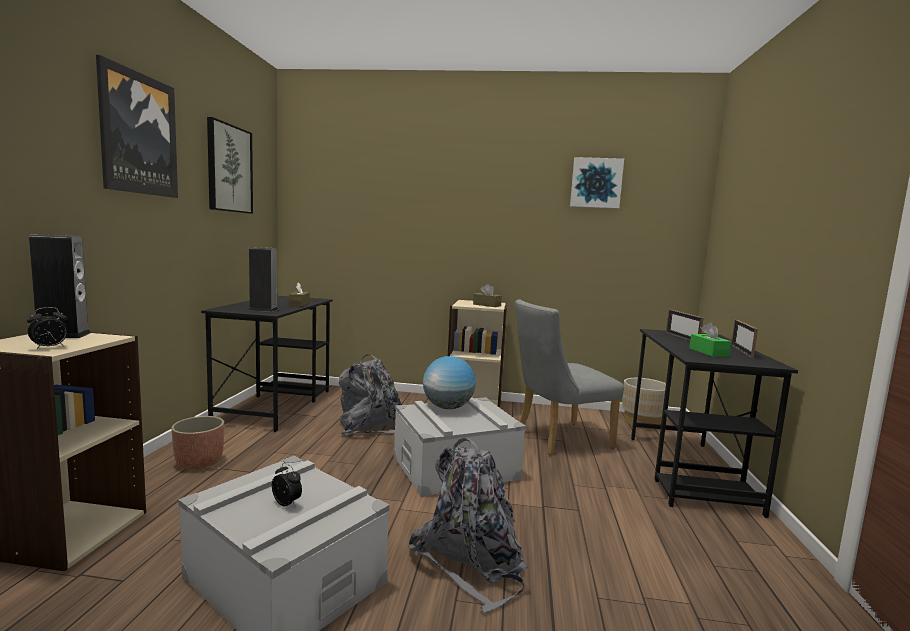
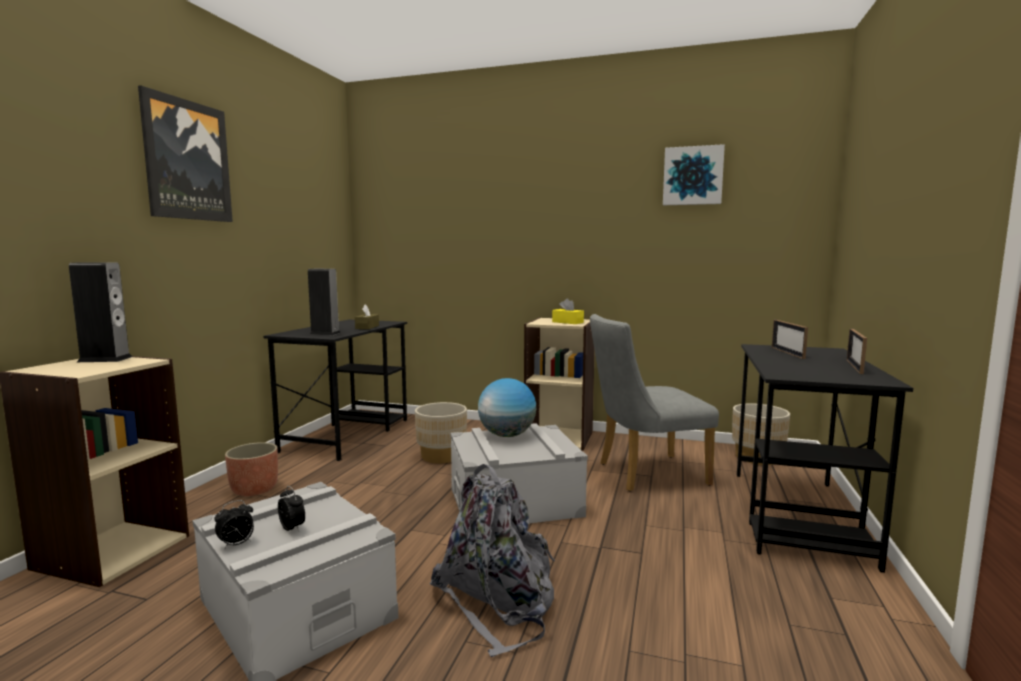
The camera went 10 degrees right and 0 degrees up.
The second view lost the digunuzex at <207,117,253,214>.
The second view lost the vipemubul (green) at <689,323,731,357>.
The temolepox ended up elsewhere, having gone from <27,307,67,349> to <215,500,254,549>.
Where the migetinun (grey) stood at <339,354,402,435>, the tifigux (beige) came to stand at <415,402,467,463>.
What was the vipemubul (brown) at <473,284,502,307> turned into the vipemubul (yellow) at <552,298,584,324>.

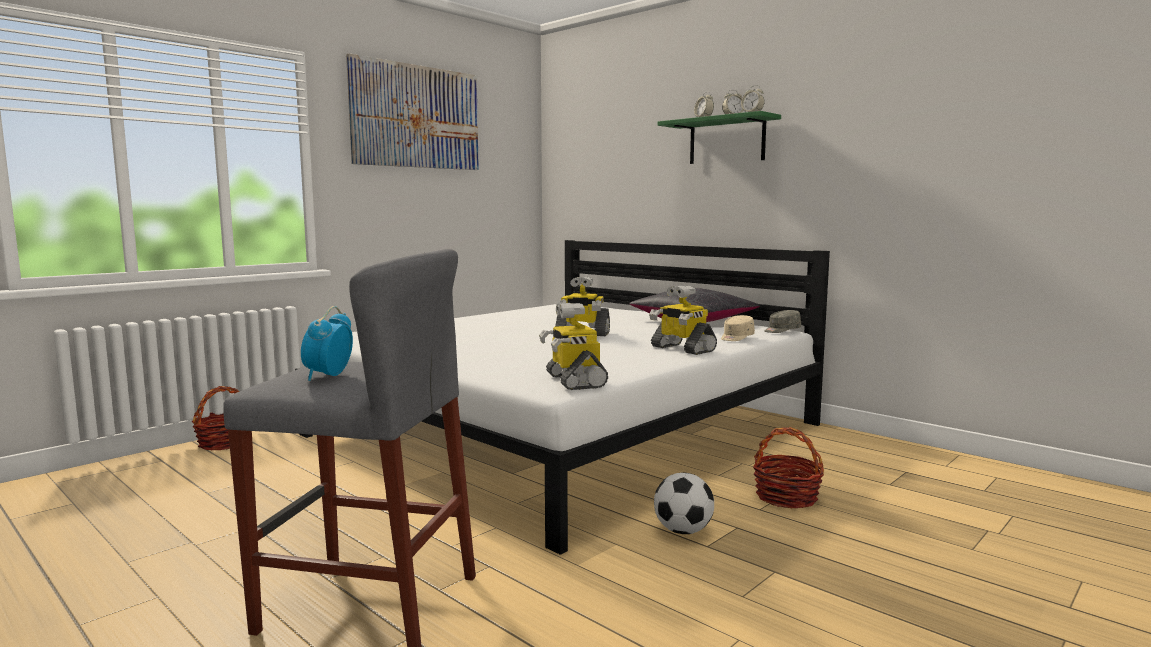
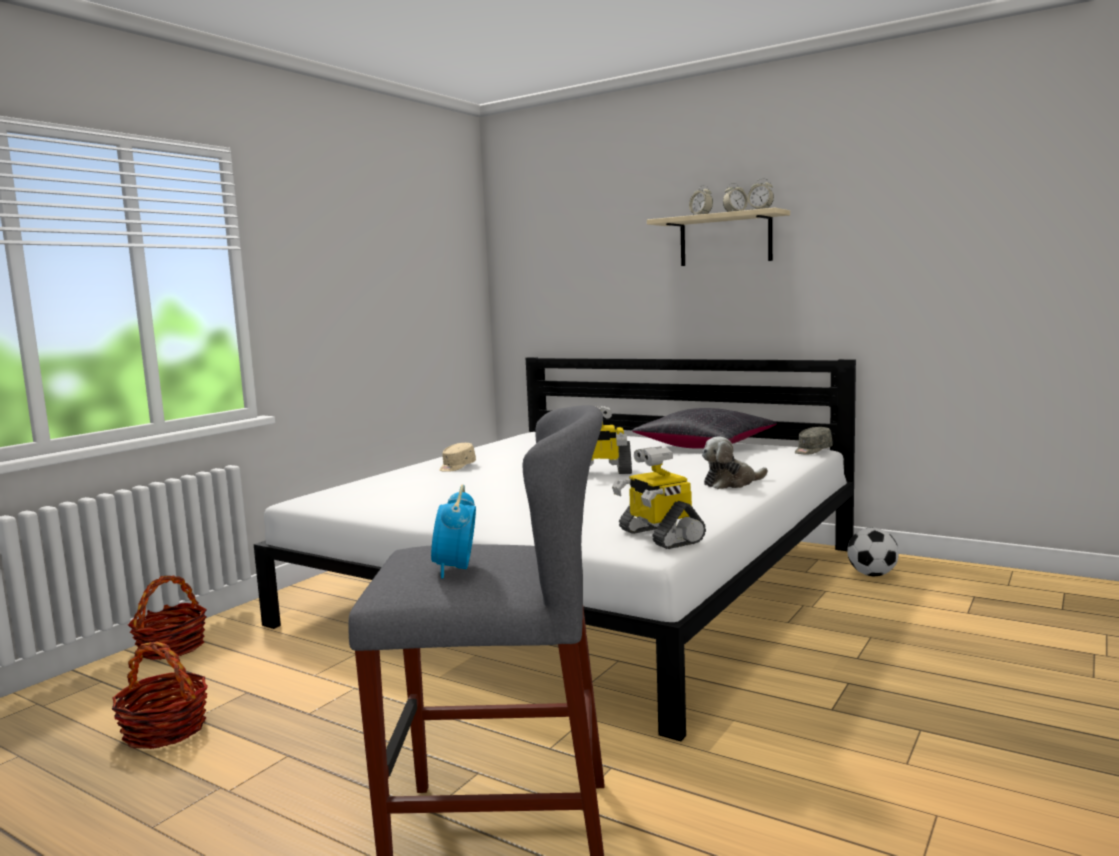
The camera went 10 degrees left and 0 degrees up.
The second view lost the digunuzex at <346,53,479,170>.
The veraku ended up elsewhere, having gone from <654,473,714,534> to <847,527,899,576>.
The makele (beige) ended up elsewhere, having gone from <721,315,755,341> to <439,443,476,472>.
The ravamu ended up elsewhere, having gone from <753,427,824,508> to <111,642,208,749>.
Where the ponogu stood at <649,285,717,355>, the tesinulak came to stand at <702,436,768,489>.
What was the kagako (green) at <658,111,781,164> turned into the kagako (beige) at <647,208,790,266>.

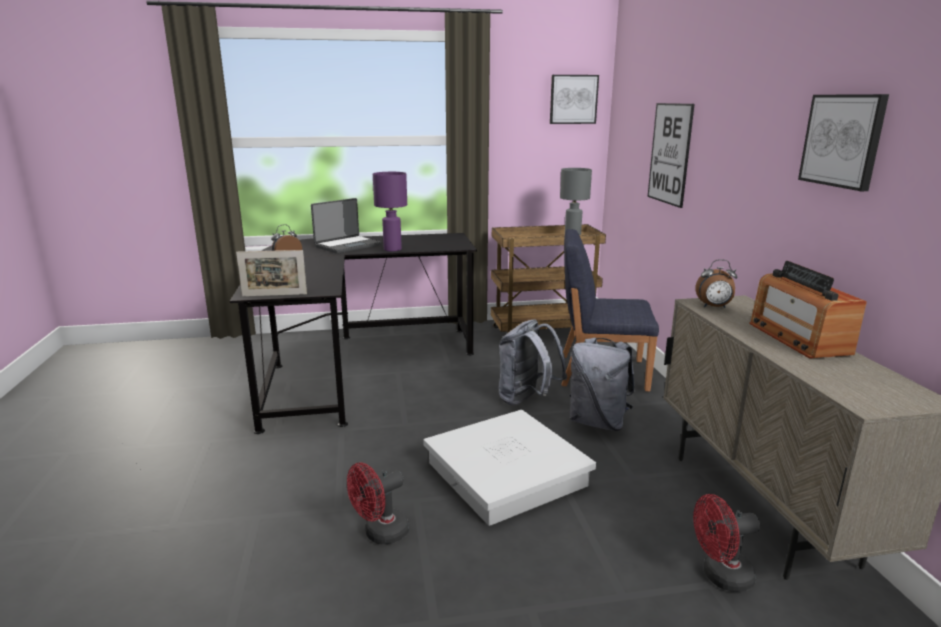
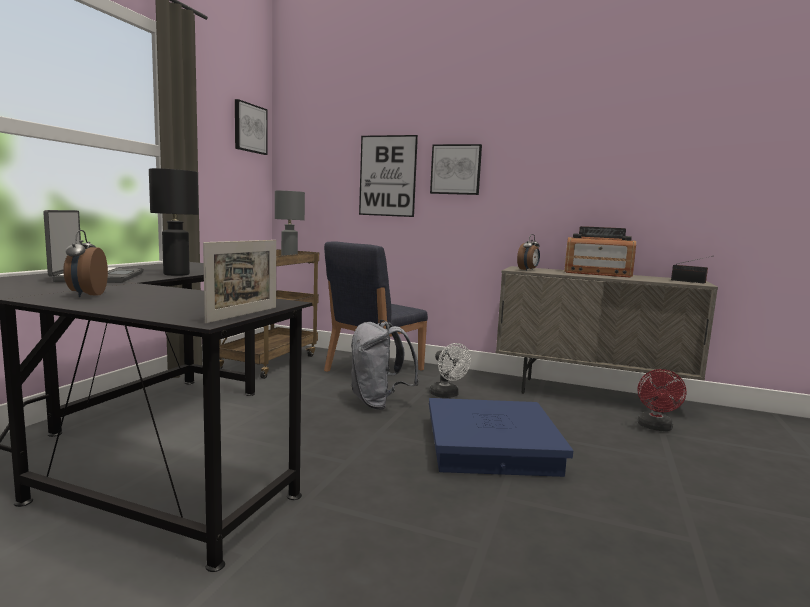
The camera went 60 degrees left and 10 degrees down.
The second view lost the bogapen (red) at <347,462,409,544>.
The second view gained the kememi at <671,256,712,283>.
The digunuzex ended up elsewhere, having gone from <798,94,889,191> to <430,144,482,195>.
Where the migetinun (grey) stood at <570,338,635,431>, the bogapen (white) came to stand at <430,343,471,398>.
What was the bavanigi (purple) at <373,172,407,252> turned into the bavanigi (black) at <149,168,199,276>.
What was the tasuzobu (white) at <424,410,596,526> turned into the tasuzobu (blue) at <429,398,573,477>.

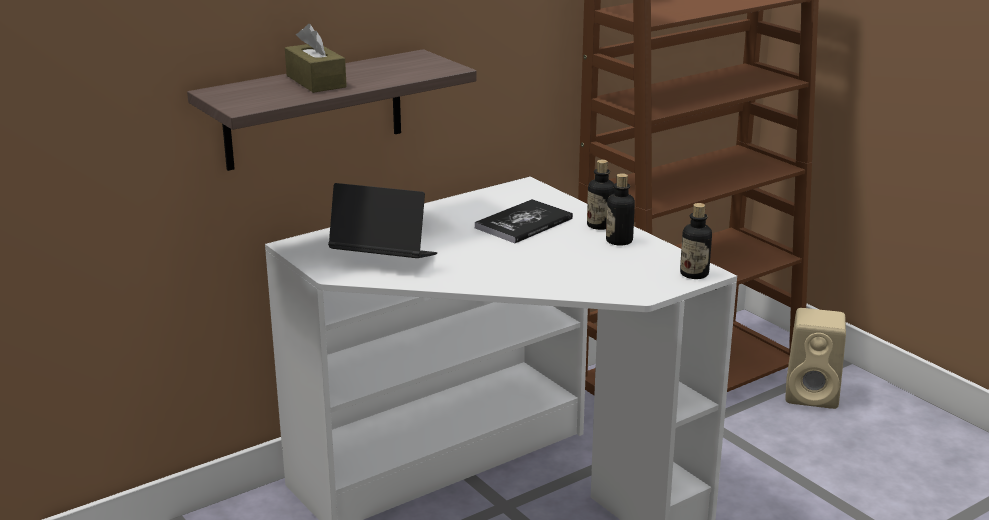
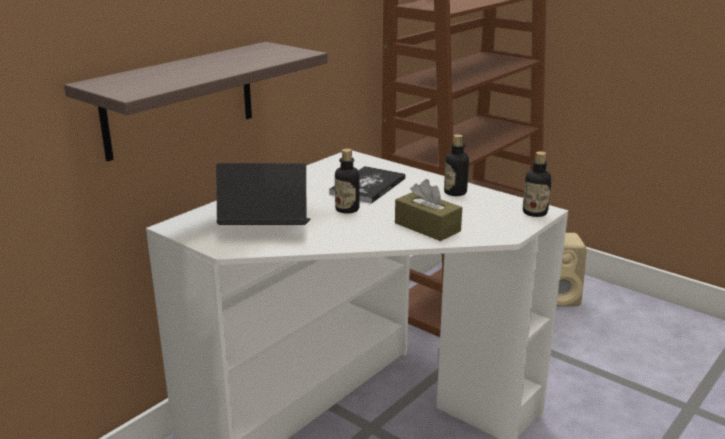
The camera went 15 degrees left and 0 degrees up.
The vipemubul (brown) ended up elsewhere, having gone from <285,24,347,93> to <395,179,462,241>.
The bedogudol ended up elsewhere, having gone from <587,160,615,230> to <335,149,360,214>.

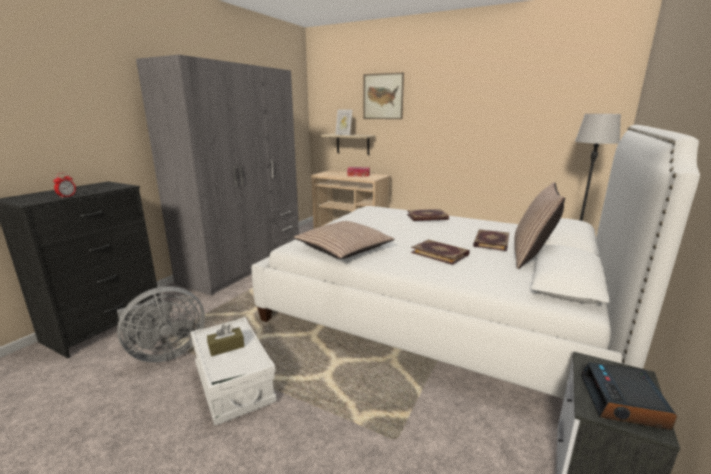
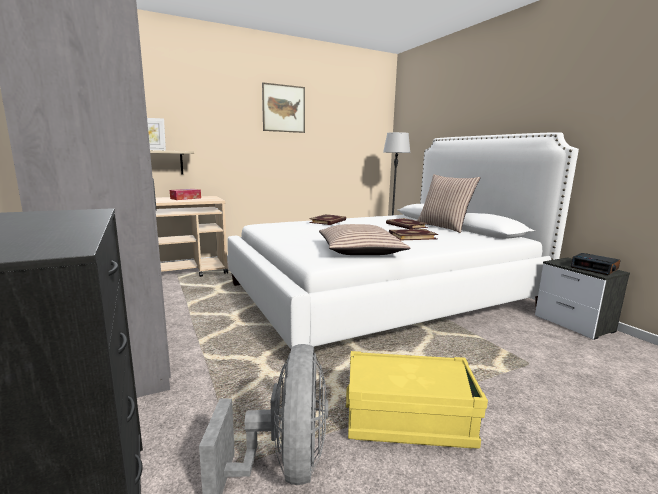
The camera went 55 degrees left and 5 degrees down.
The second view lost the temolepox at <53,173,76,198>.
The second view lost the vipemubul (brown) at <207,324,244,356>.
The digunuzex ended up elsewhere, having gone from <363,72,404,119> to <262,82,305,133>.
What was the tasuzobu (white) at <190,317,277,426> turned into the tasuzobu (yellow) at <346,351,488,449>.

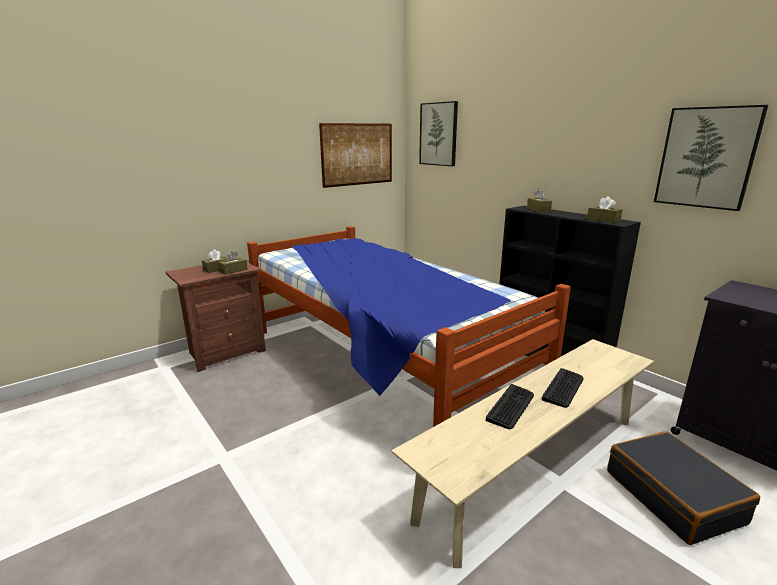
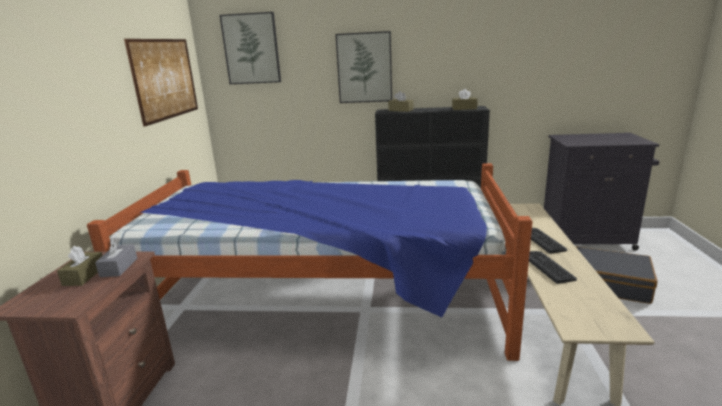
The camera went 45 degrees left and 0 degrees up.
The digunuzex ended up elsewhere, having gone from <654,105,768,211> to <335,31,392,103>.
What was the vipemubul (brown) at <218,251,247,275> turned into the vipemubul (grey) at <95,238,137,277>.

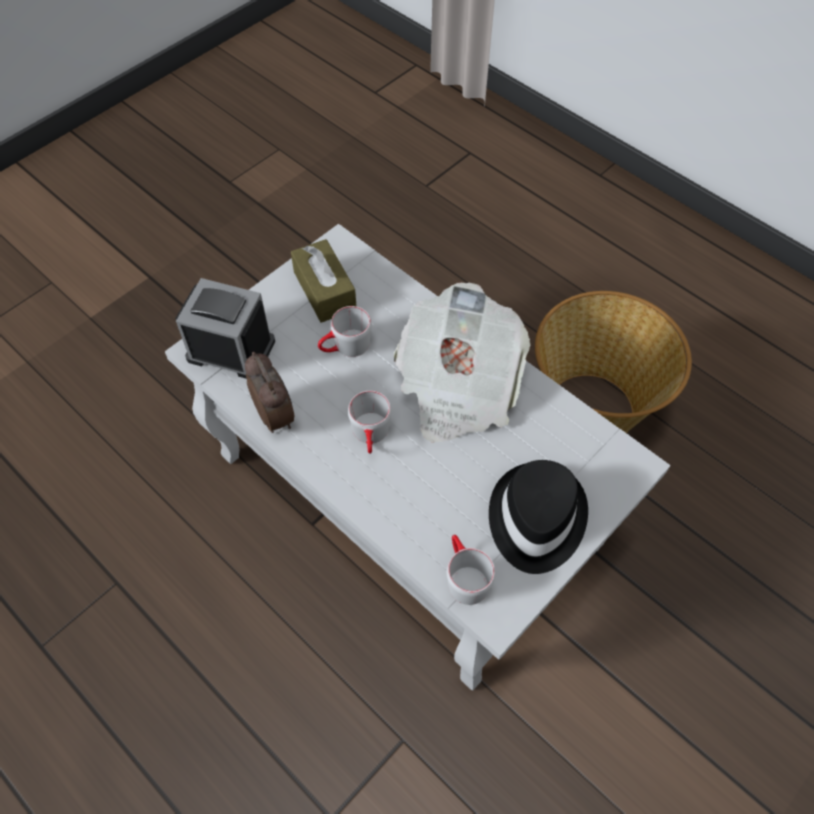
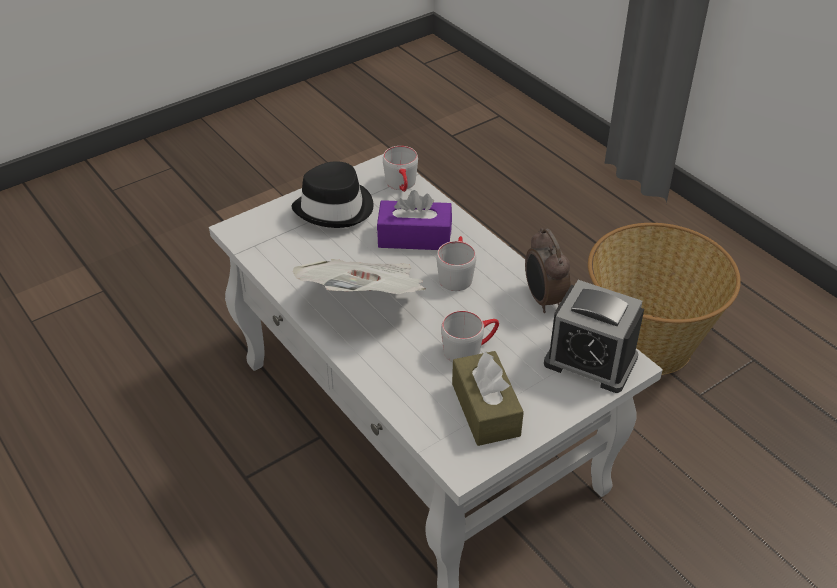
The camera went 170 degrees left and 15 degrees down.
The second view gained the vipemubul (purple) at <377,190,452,250>.
The ravamu ended up elsewhere, having gone from <535,291,692,433> to <588,223,741,375>.

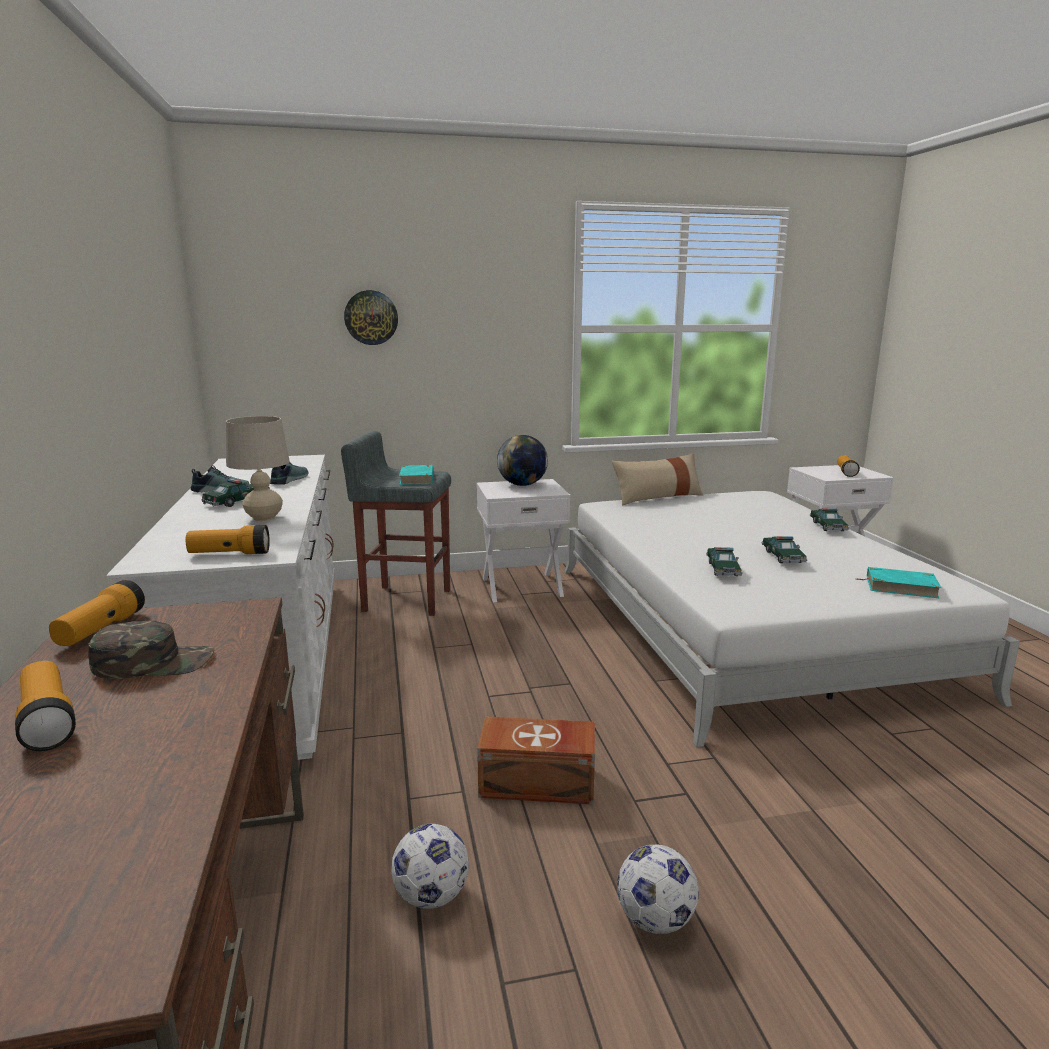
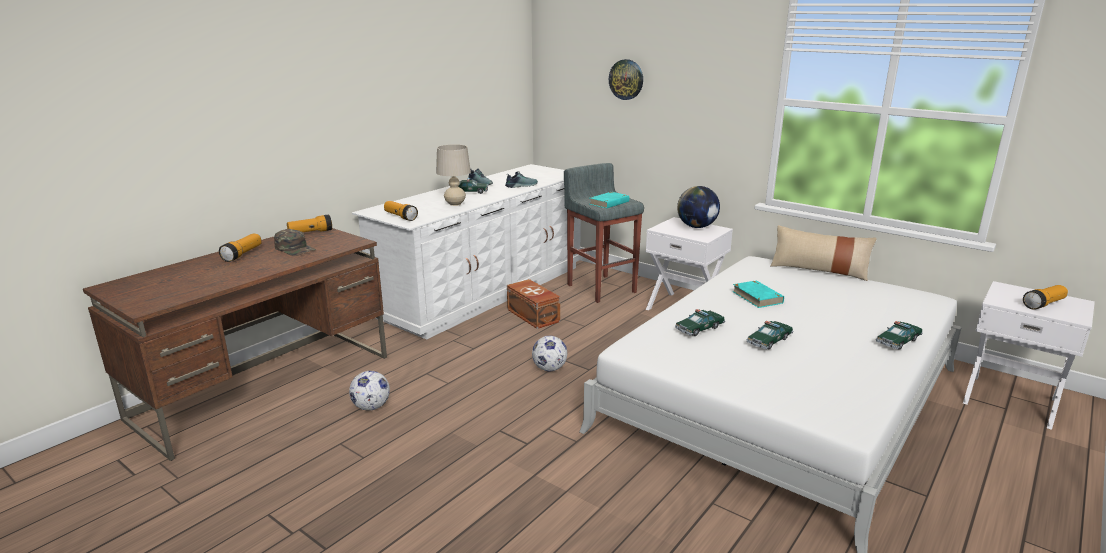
The camera went 50 degrees right and 5 degrees up.
The tasuzobu (brown) ended up elsewhere, having gone from <477,716,595,804> to <507,279,560,329>.
The veraku ended up elsewhere, having gone from <617,845,699,934> to <532,336,567,371>.
The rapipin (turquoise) ended up elsewhere, having gone from <856,567,941,598> to <732,280,784,308>.

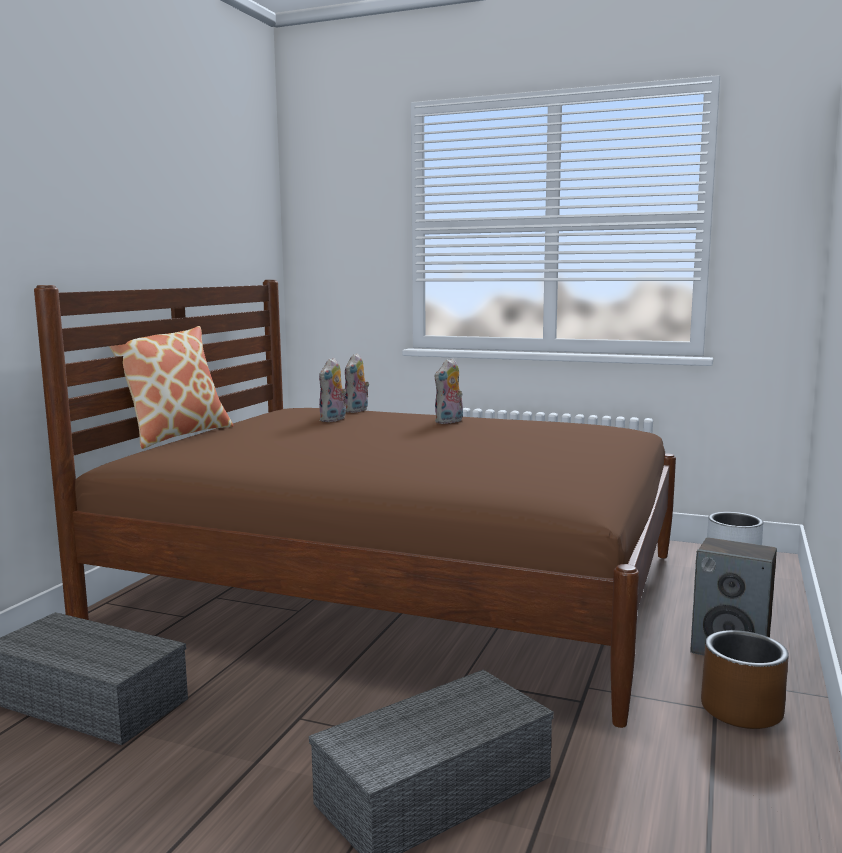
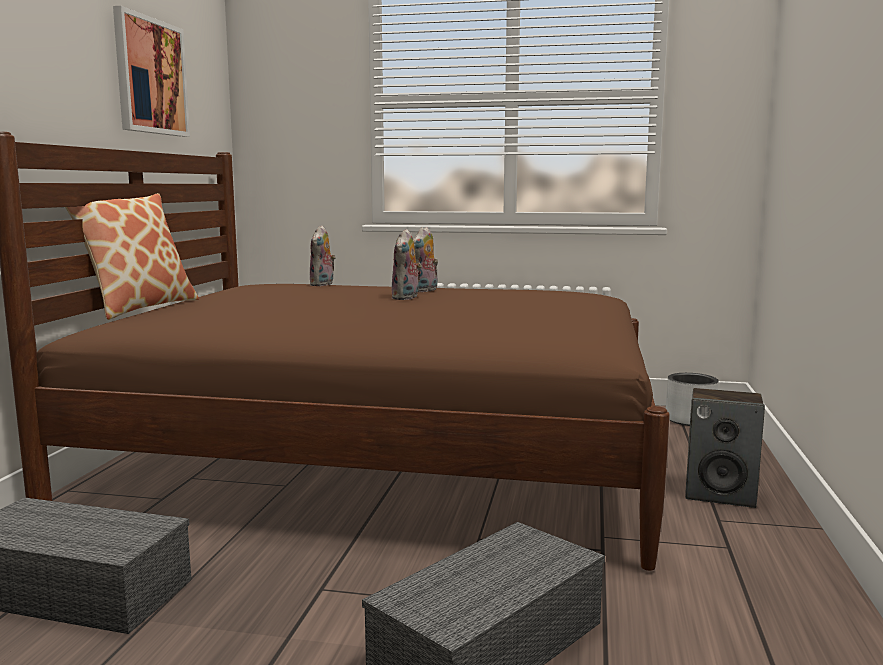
The camera went 10 degrees left and 0 degrees up.
The second view lost the tifigux (brown) at <701,630,789,729>.
The second view gained the digunuzex at <113,6,190,137>.
The tesinulak ended up elsewhere, having gone from <319,358,346,422> to <391,229,422,300>.

